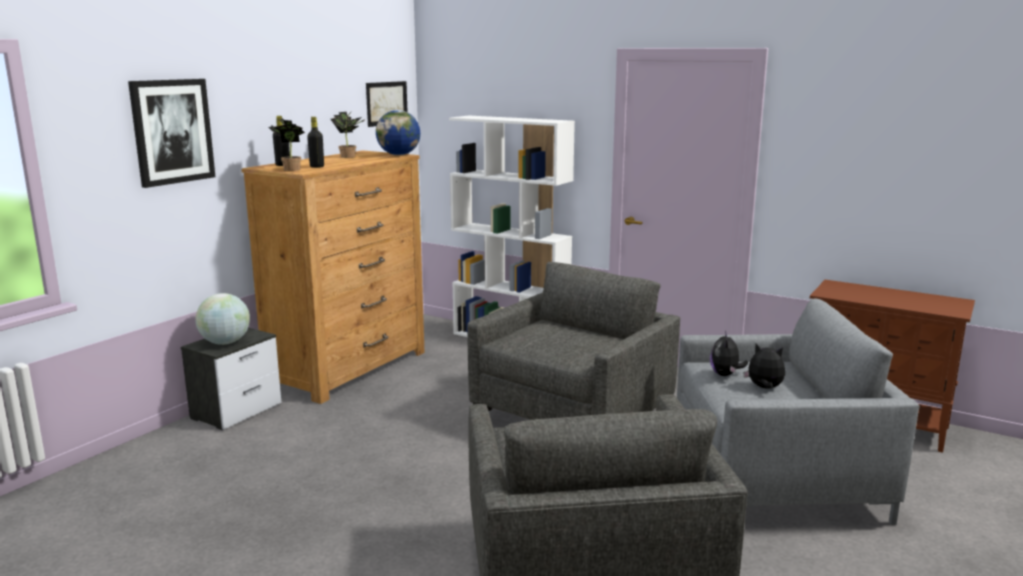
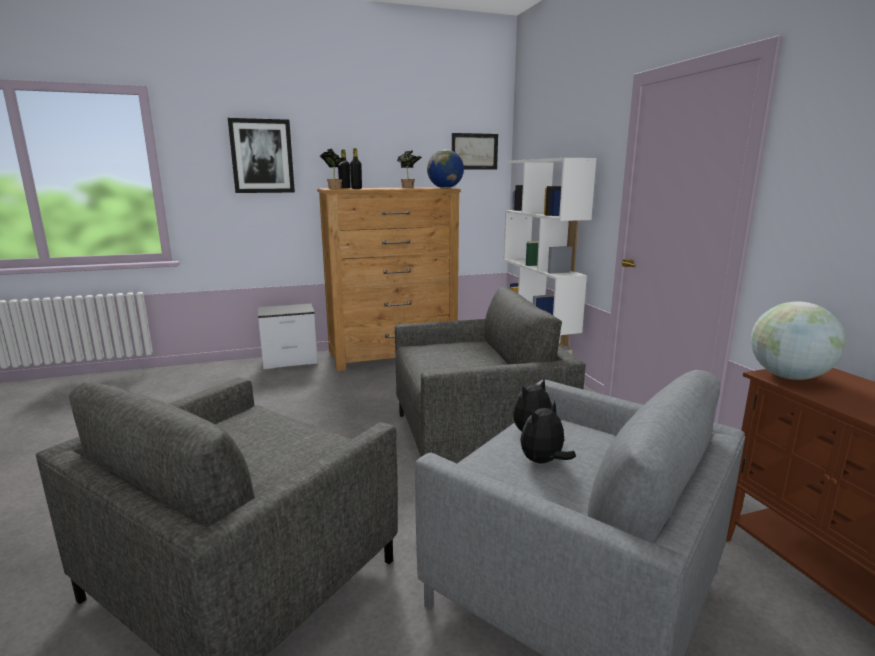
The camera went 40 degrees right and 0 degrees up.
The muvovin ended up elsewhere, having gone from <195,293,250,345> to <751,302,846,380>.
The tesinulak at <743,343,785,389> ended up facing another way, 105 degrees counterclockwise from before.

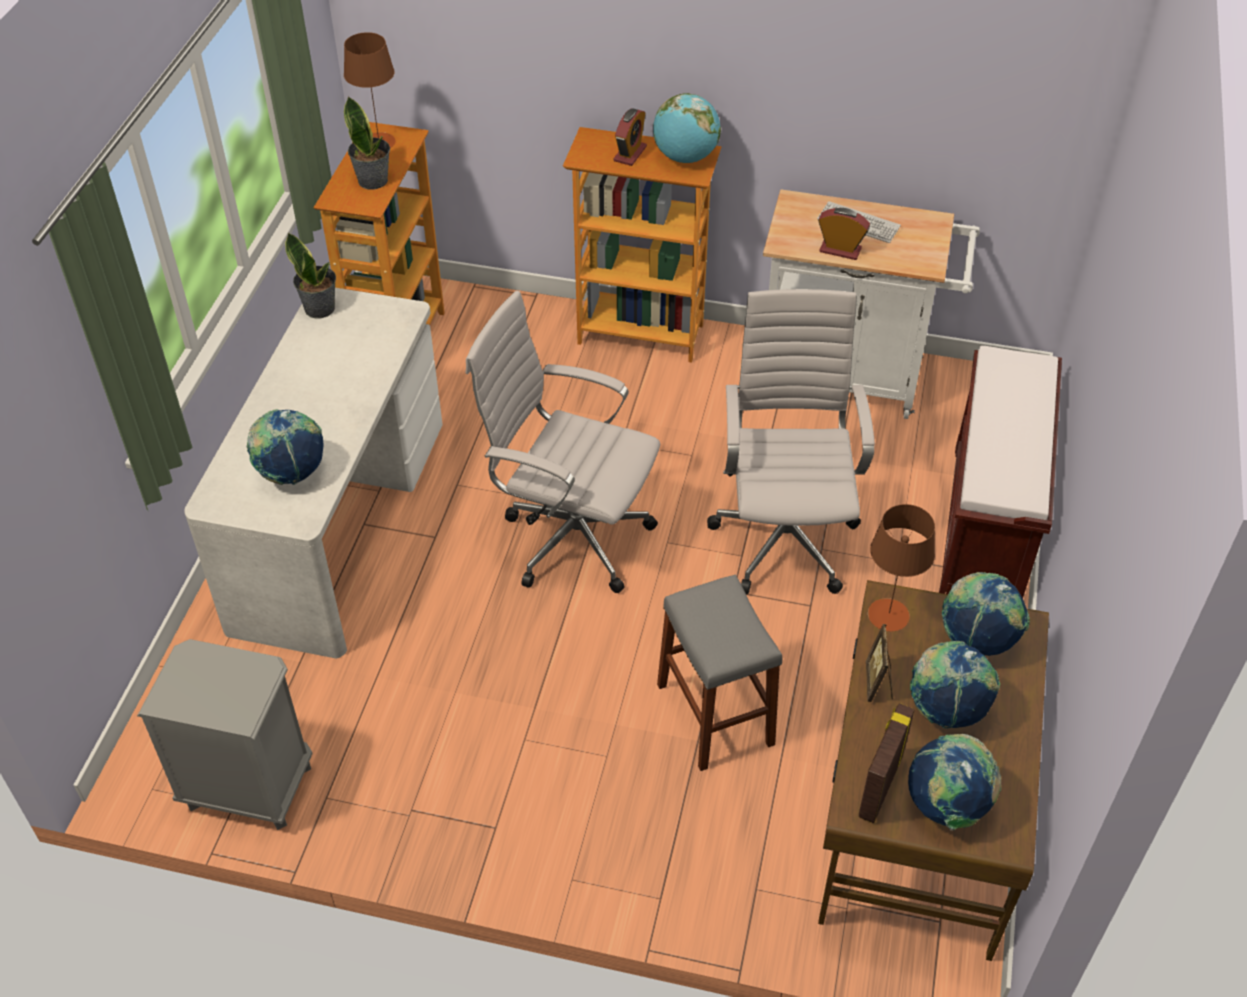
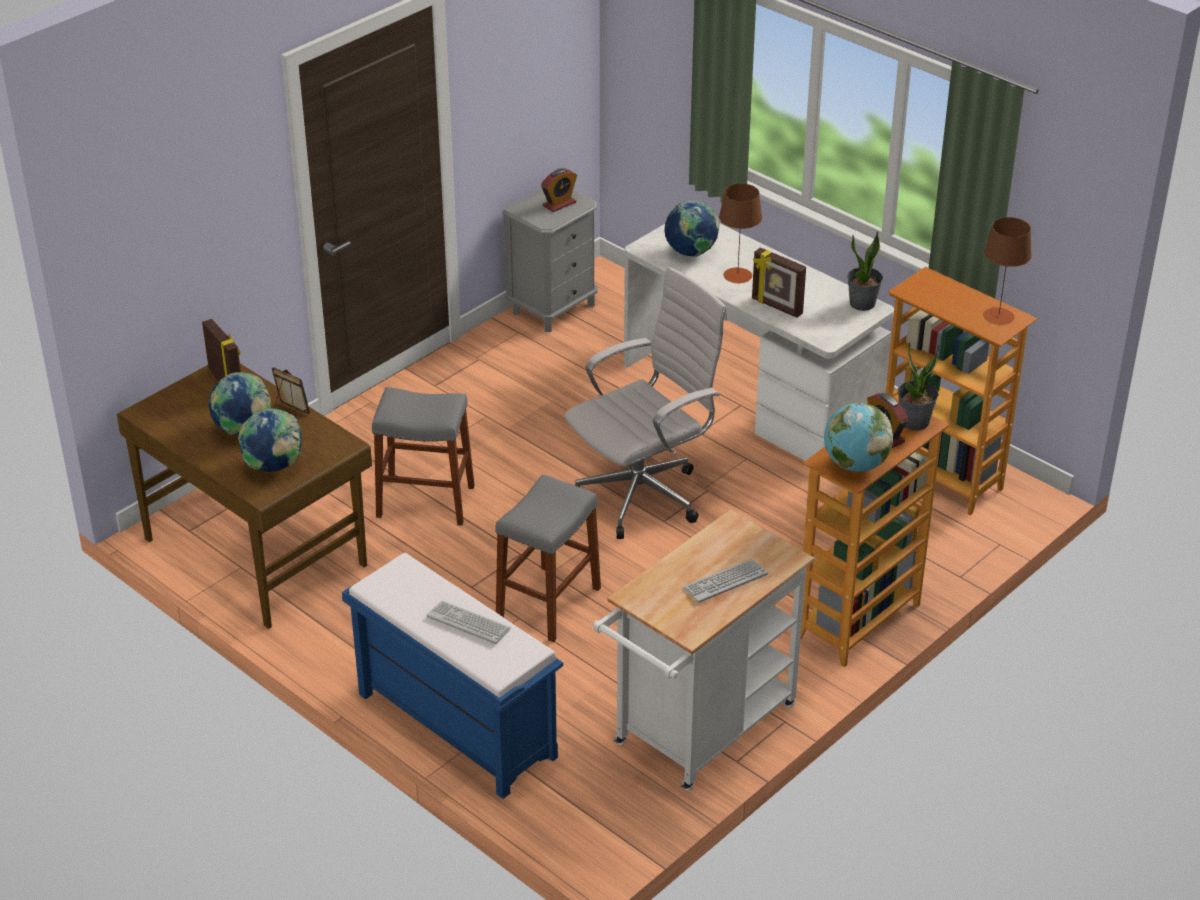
The camera went 120 degrees right and 10 degrees down.
The second view lost the muvovin at <908,734,1001,831>.
The second view gained the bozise at <427,601,511,644>.
The second view gained the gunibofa at <752,247,806,318>.
The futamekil ended up elsewhere, having gone from <344,96,390,189> to <898,342,939,430>.
The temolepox ended up elsewhere, having gone from <818,208,870,260> to <541,168,577,212>.
The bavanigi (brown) ended up elsewhere, having gone from <868,504,935,632> to <719,183,762,284>.
Where the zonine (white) stood at <707,289,875,595>, the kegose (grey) came to stand at <495,474,601,642>.
What was the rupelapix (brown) at <939,346,1062,598> turned into the rupelapix (blue) at <342,553,563,799>.

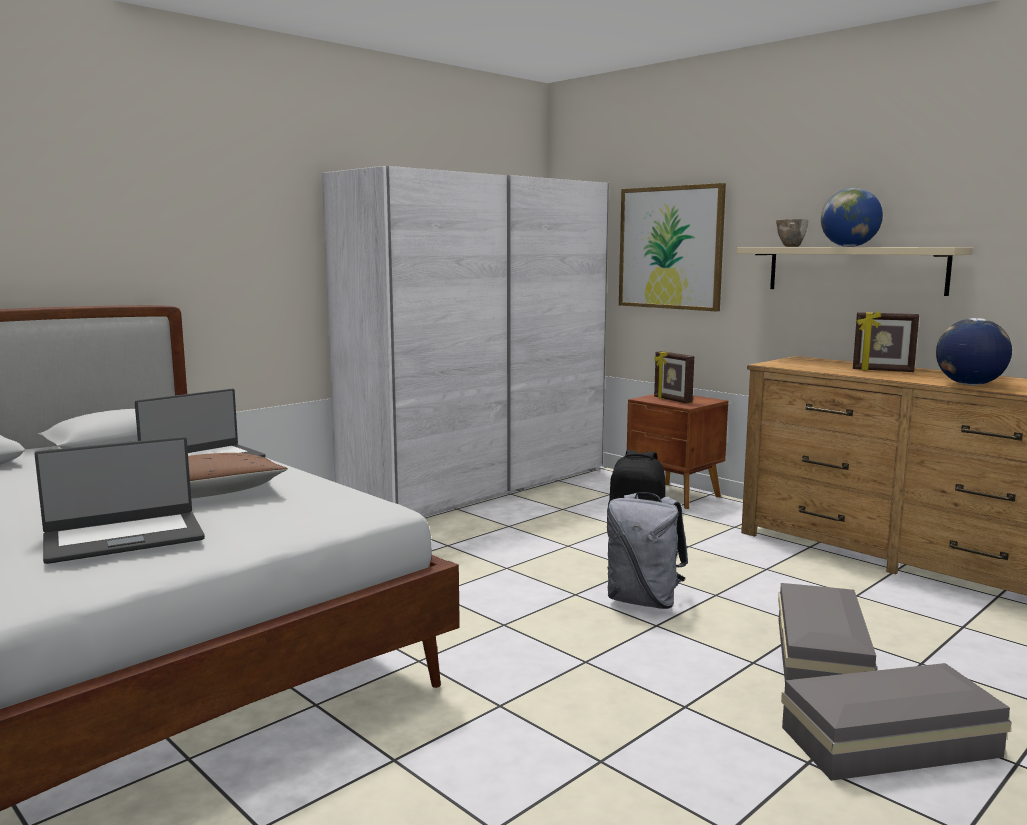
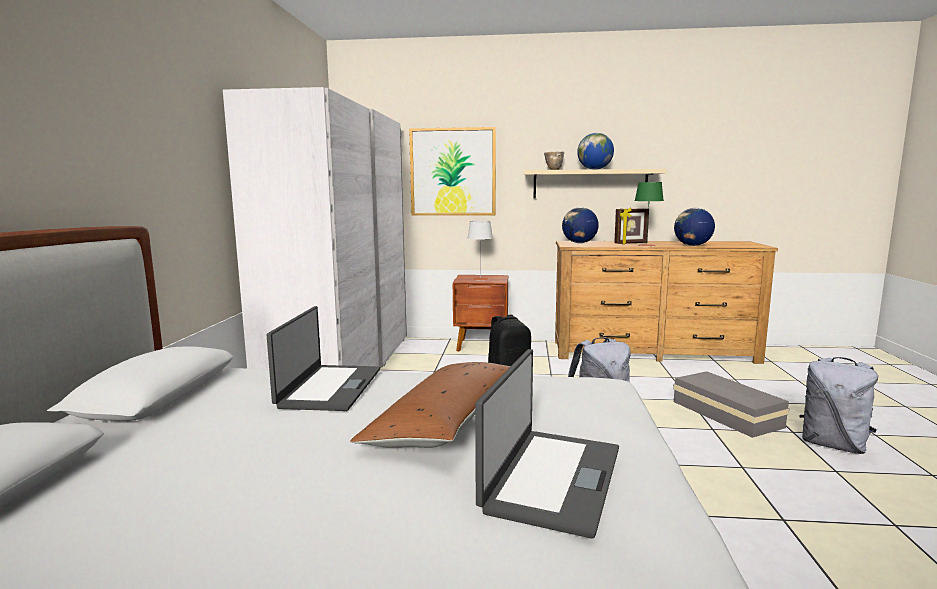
The camera went 40 degrees left and 0 degrees up.
The second view gained the muvovin at <562,207,599,243>.
The second view gained the bavanigi (green) at <635,182,664,247>.
Where the gunibofa stood at <654,351,694,403>, the bavanigi (grey) came to stand at <467,221,493,280>.
Where the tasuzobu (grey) stood at <781,663,1012,781>, the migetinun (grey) came to stand at <800,357,878,454>.

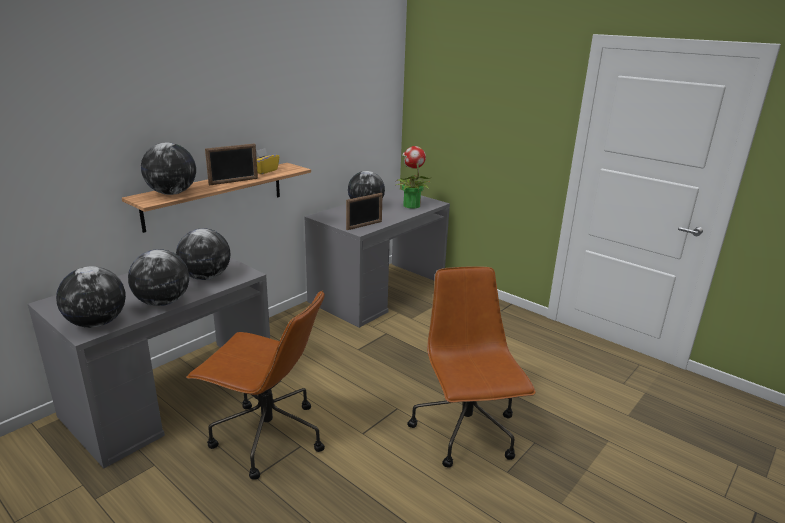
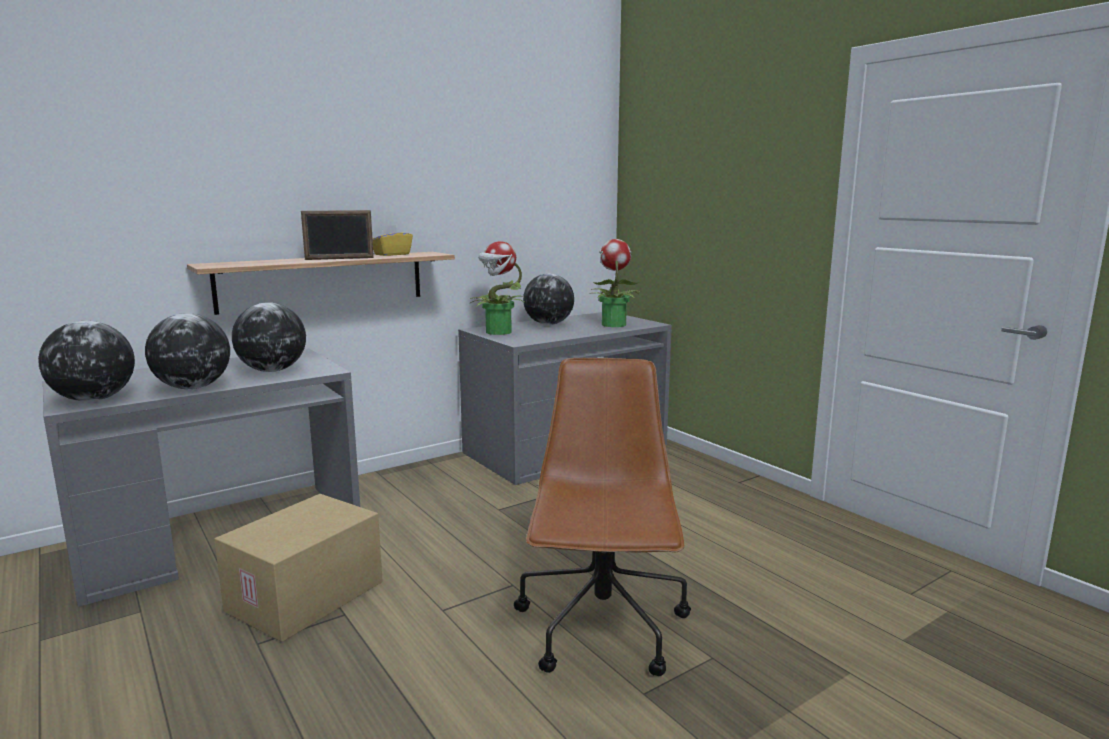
The camera went 15 degrees right and 10 degrees down.
The second view lost the muvovin at <141,143,196,195>.
The second view lost the gunibofa at <346,193,383,230>.
The second view gained the futamekil at <470,241,524,335>.
Where the zonine (brown) stood at <186,290,325,480>, the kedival came to stand at <214,494,383,642>.

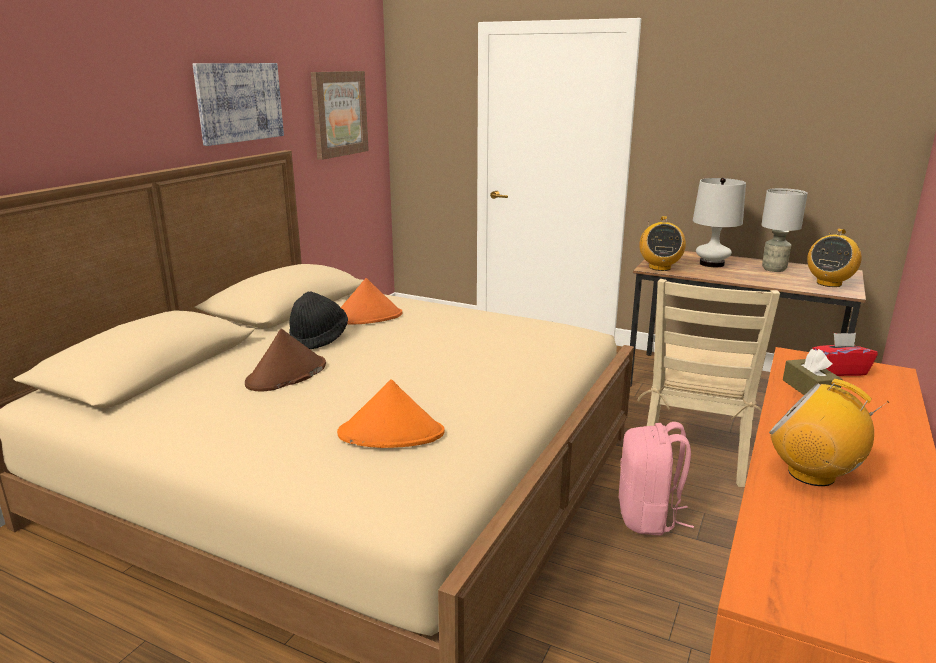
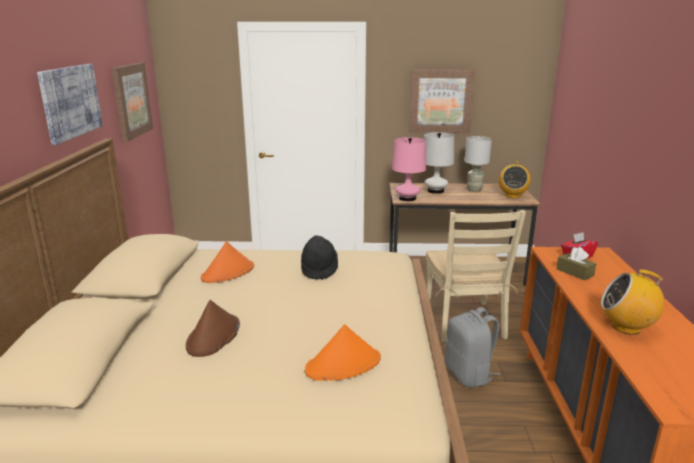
The camera went 25 degrees left and 0 degrees up.
The second view gained the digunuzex at <409,70,475,133>.
The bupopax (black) ended up elsewhere, having gone from <289,291,348,349> to <301,236,338,280>.
Where the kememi stood at <639,216,686,271>, the bavanigi (pink) came to stand at <392,137,426,201>.
What was the migetinun (pink) at <619,422,694,536> turned into the migetinun (grey) at <445,307,500,388>.

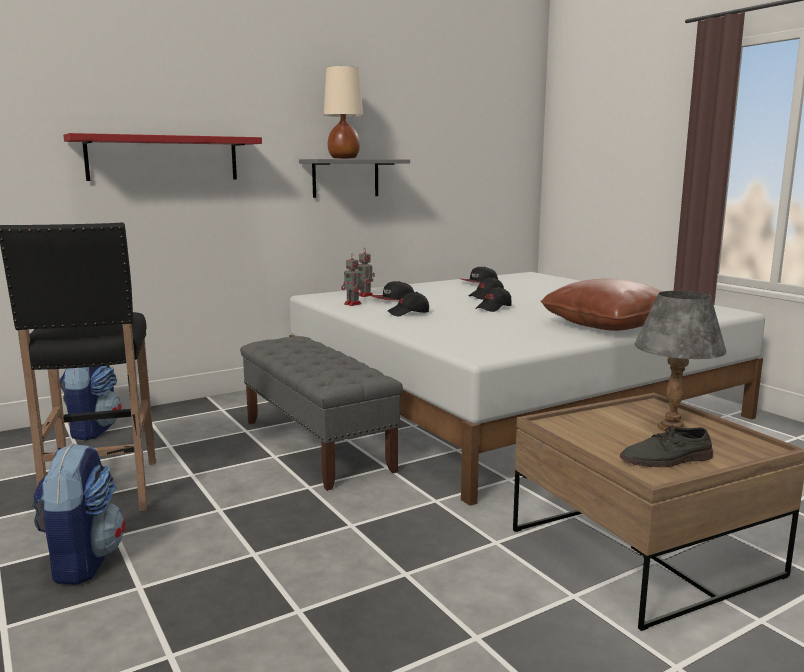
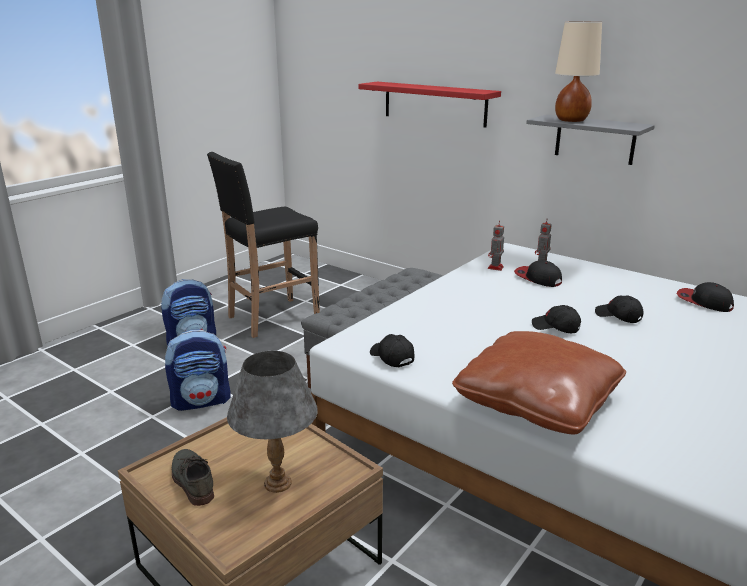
The camera went 70 degrees right and 10 degrees up.
The migetinun ended up elsewhere, having gone from <60,365,122,440> to <165,329,230,411>.
The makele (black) ended up elsewhere, having gone from <388,292,429,316> to <370,334,415,367>.

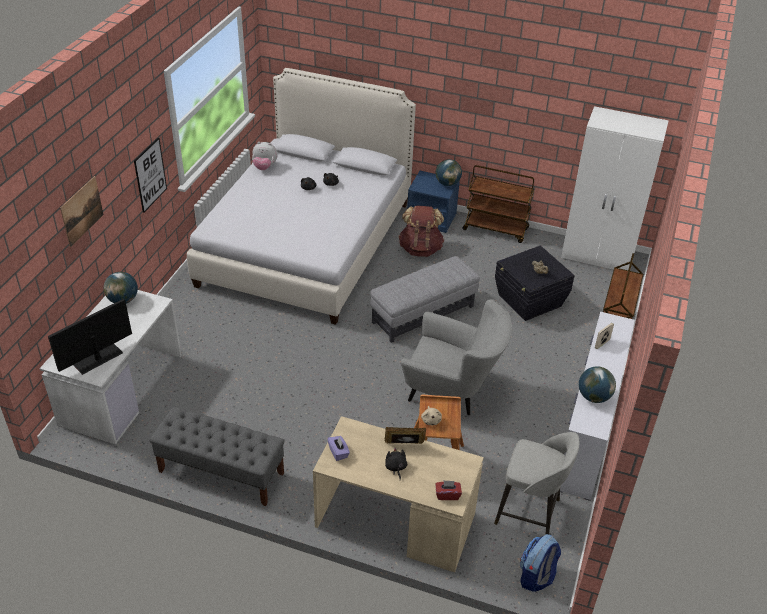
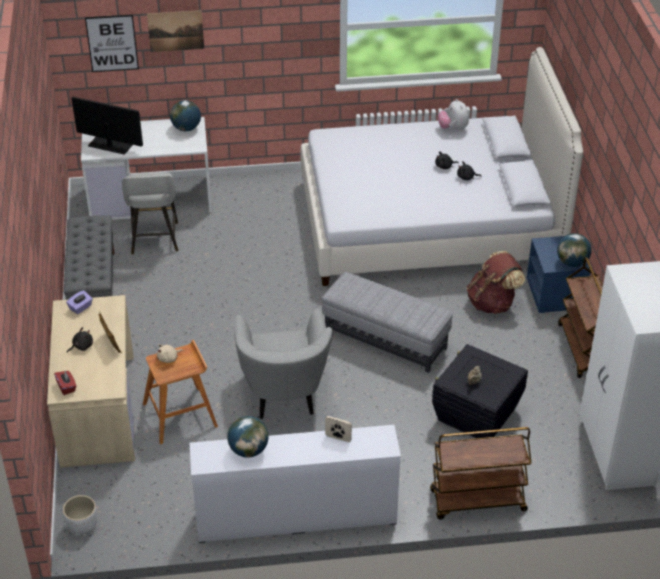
The camera went 65 degrees right and 0 degrees up.
The digunuzex ended up elsewhere, having gone from <134,138,167,213> to <85,15,139,72>.
The kegose (grey) ended up elsewhere, having gone from <494,432,579,535> to <122,172,178,254>.
Where the migetinun stood at <520,534,561,592>, the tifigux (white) came to stand at <63,495,97,534>.

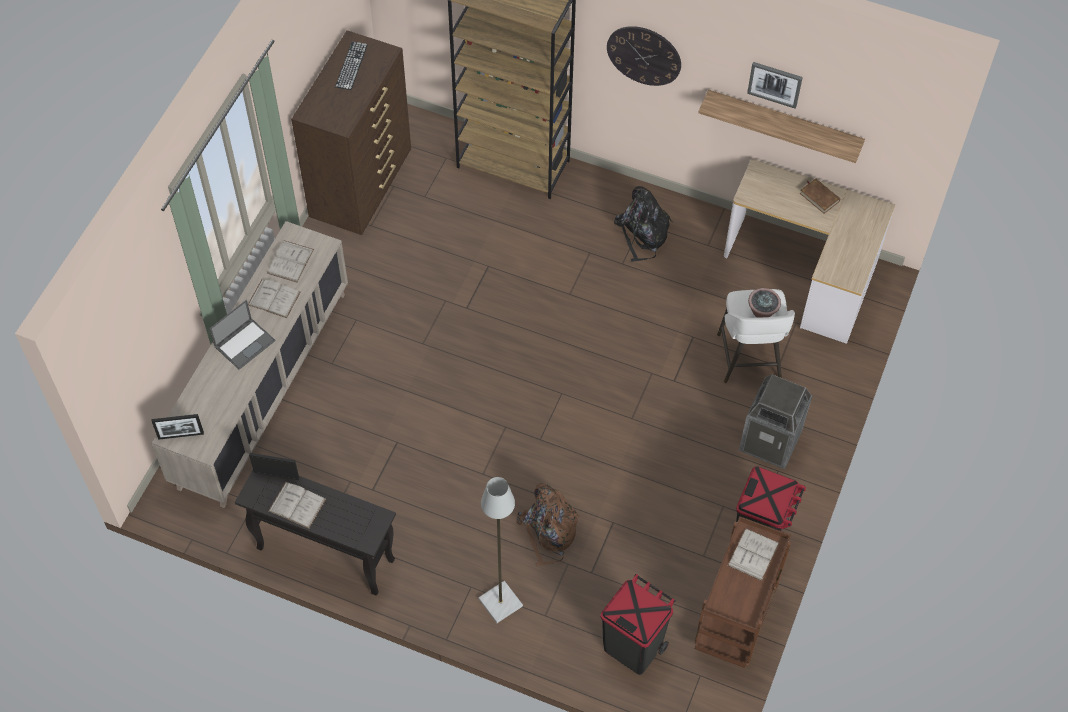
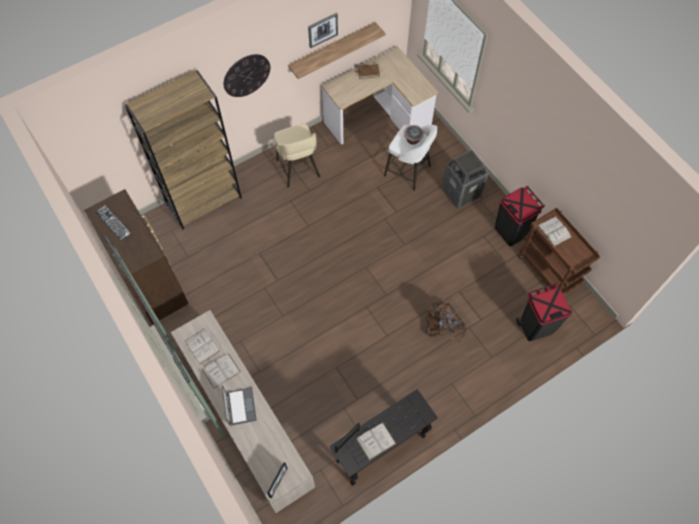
The camera went 55 degrees left and 5 degrees up.
The second view lost the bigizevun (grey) at <479,477,523,623>.
Where the migetinun (black) stood at <614,186,673,262>, the kegose (beige) came to stand at <274,124,320,188>.

